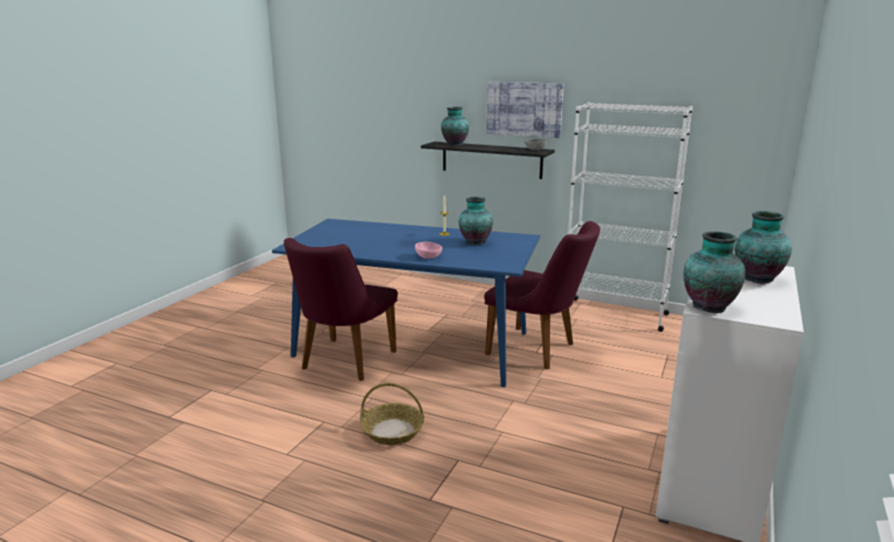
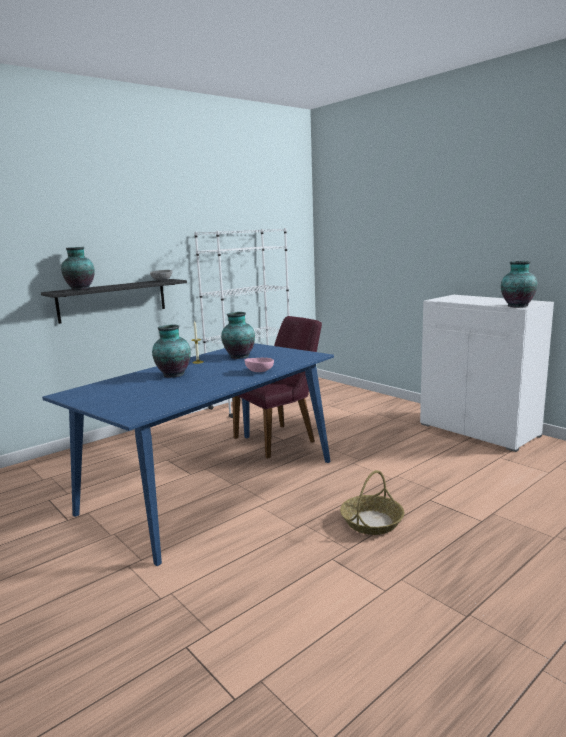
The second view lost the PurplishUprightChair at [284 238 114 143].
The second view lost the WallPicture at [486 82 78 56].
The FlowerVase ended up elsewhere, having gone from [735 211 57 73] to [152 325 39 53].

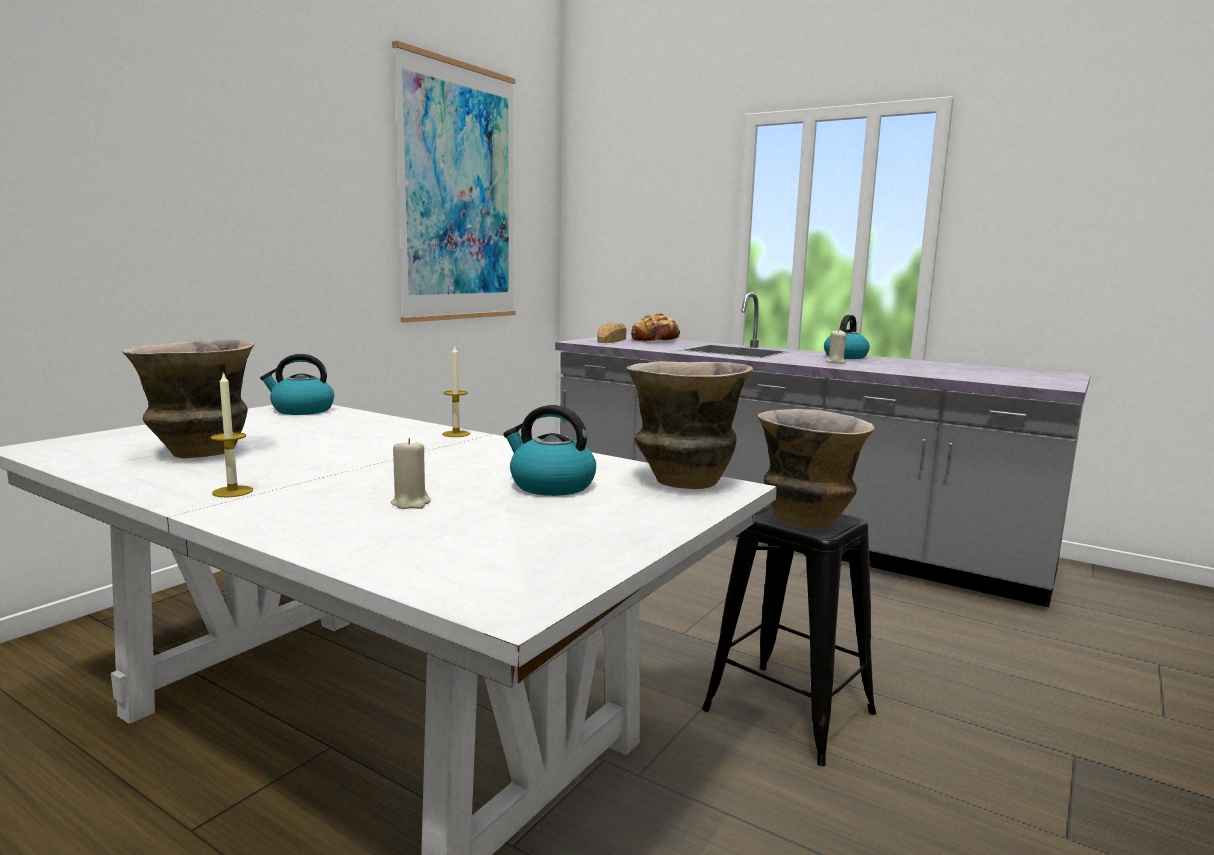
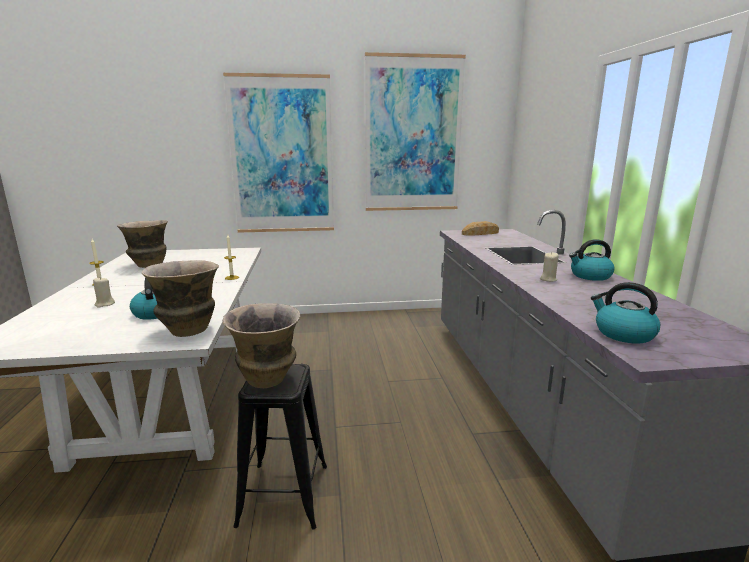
The second view lost the Bread at [631 313 49 29].
The second view gained the WallPicture at [223 73 111 160].
The Kettle ended up elsewhere, having gone from [260 354 74 61] to [591 282 69 62].

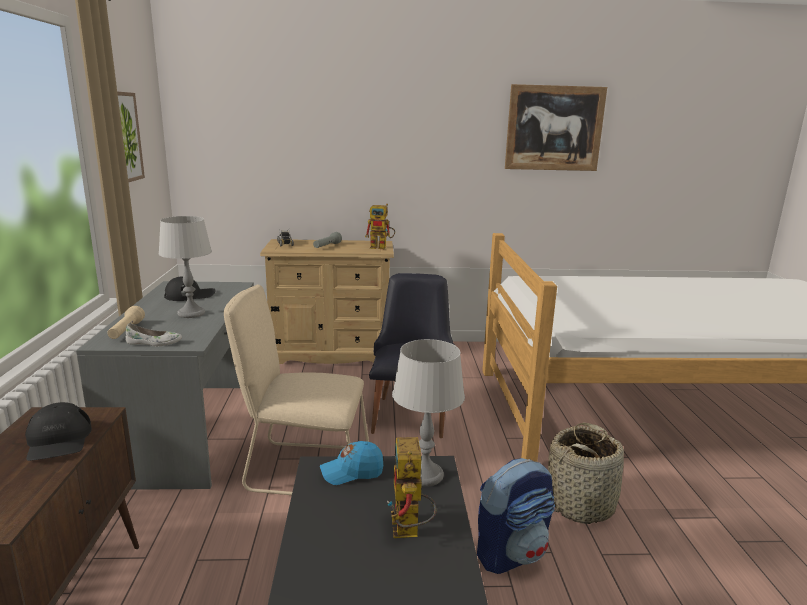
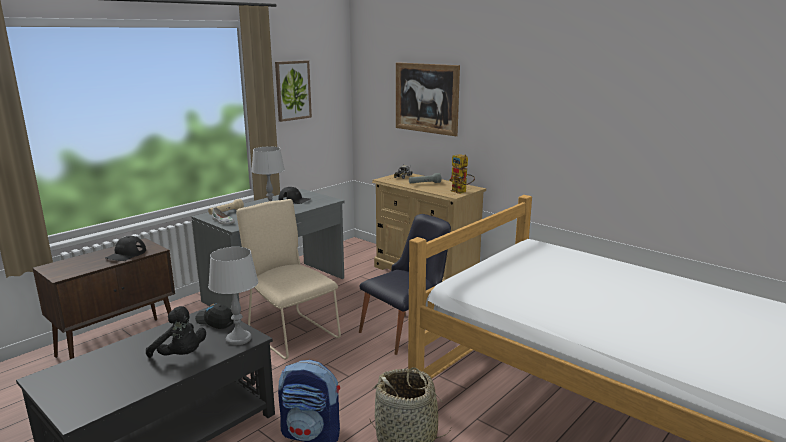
The WallPicture ended up elsewhere, having gone from [505 84 102 87] to [396 62 64 74].
Where the ModelRobot stood at [387 437 50 101], the BlackishCuddlyToy came to stand at [146 306 60 52].
What was the BluishPeakedCap at [320 441 63 44] turned into the BlackishPeakedCap at [195 303 38 26].

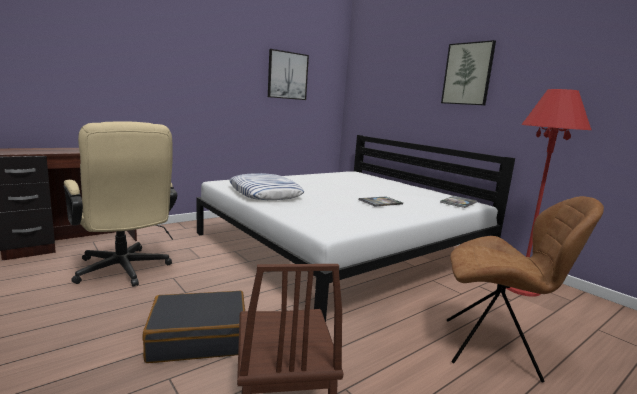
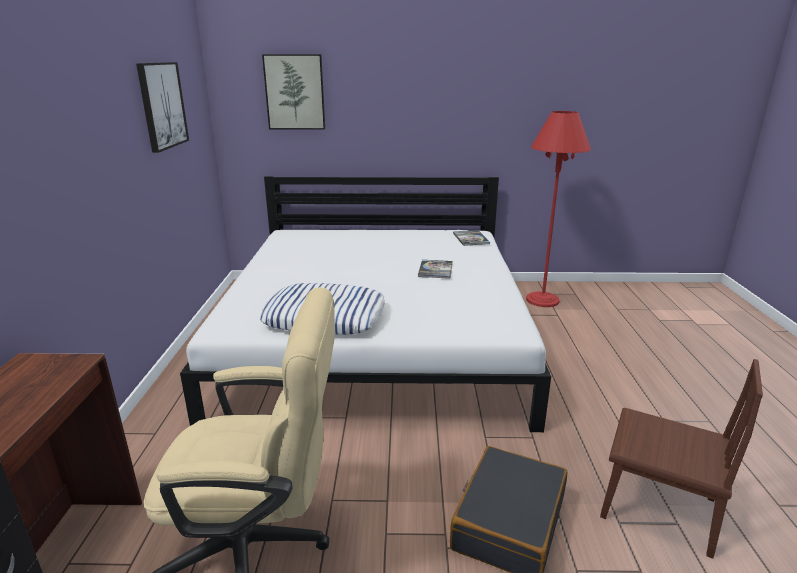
The second view lost the BrownColouredUprightChair at [447 196 157 187].
The WallPicture ended up elsewhere, having gone from [441 40 55 65] to [262 54 63 76].

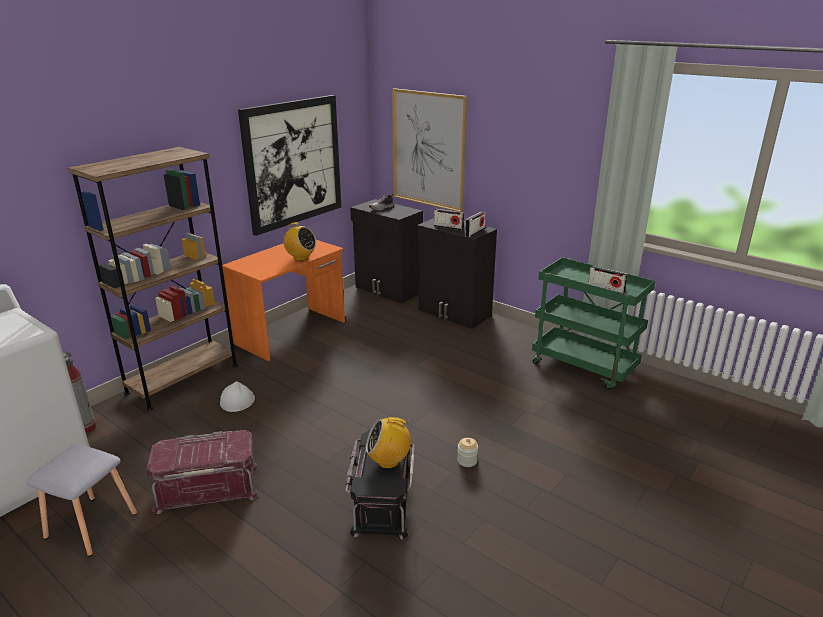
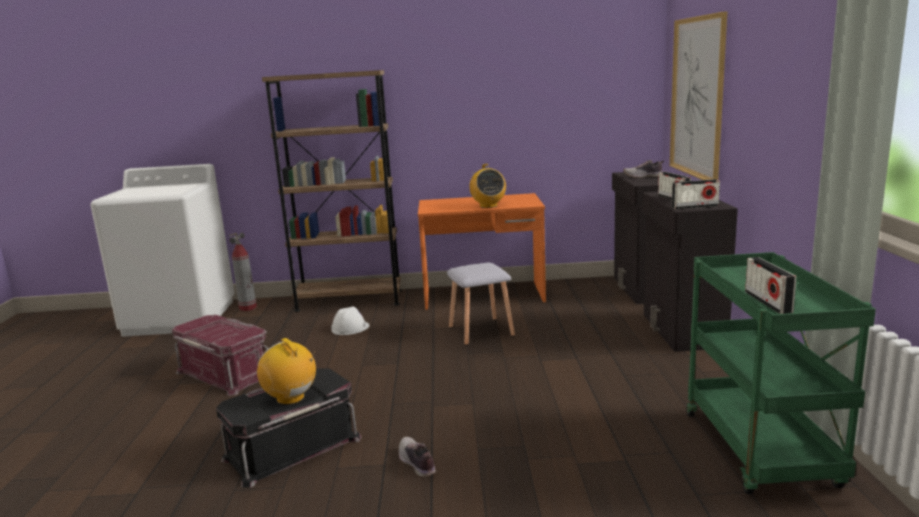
The second view lost the WallPicture at [238 95 103 141].
The GrayStoolSeat ended up elsewhere, having gone from [26 444 111 113] to [447 263 68 82].
Where the Jar stood at [457 438 21 29], the ItemOfFootwear came to stand at [399 437 37 40].

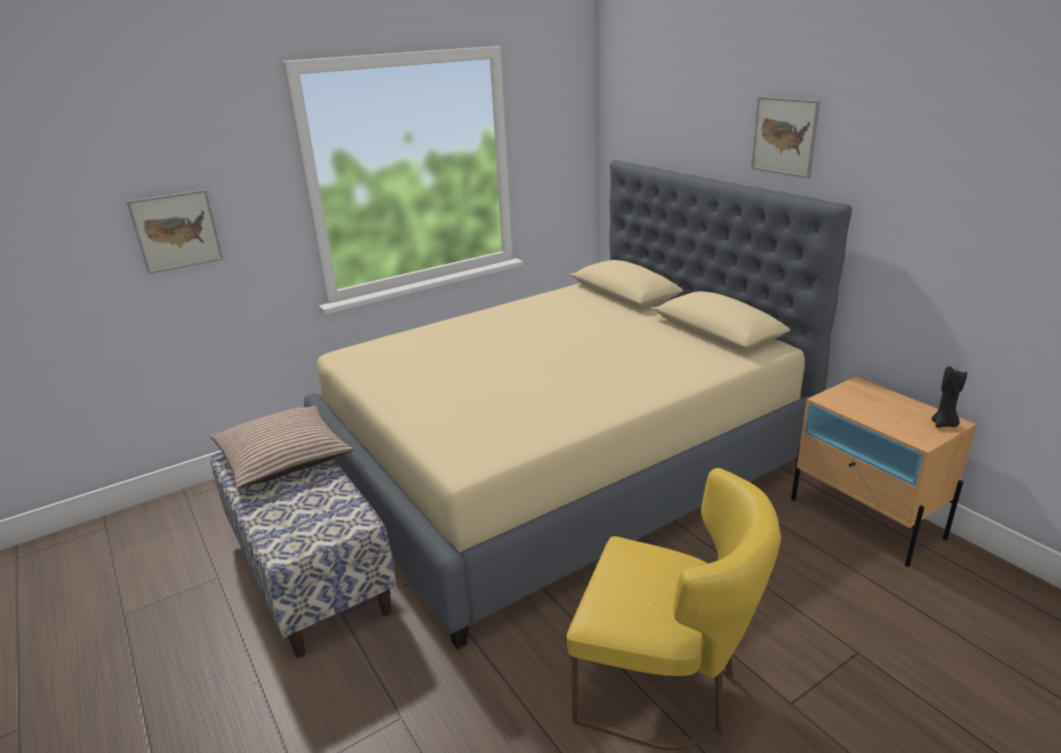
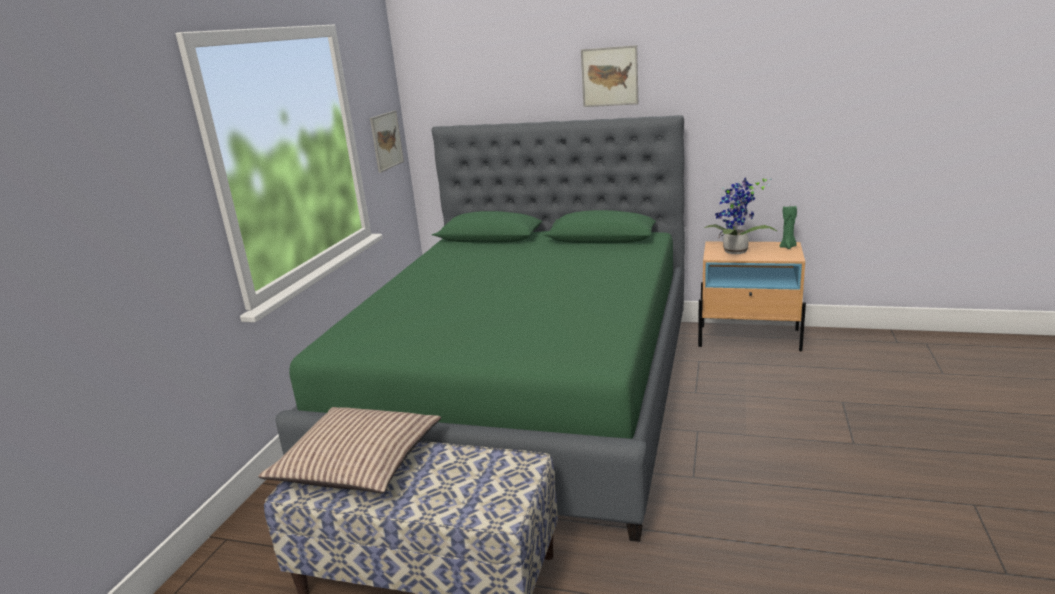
The second view lost the YellowishUprightChair at [567 468 214 282].
The second view gained the Houseplant at [704 177 74 77].
The WallPicture ended up elsewhere, having gone from [127 189 96 85] to [370 110 34 63].
What was the SandColouredSleepingBed at [304 160 548 490] turned into the GreenSleepingBed at [275 115 410 427].
What was the BlackishWaxCandle at [931 366 36 62] turned into the GreenWaxCandle at [779 206 18 43].

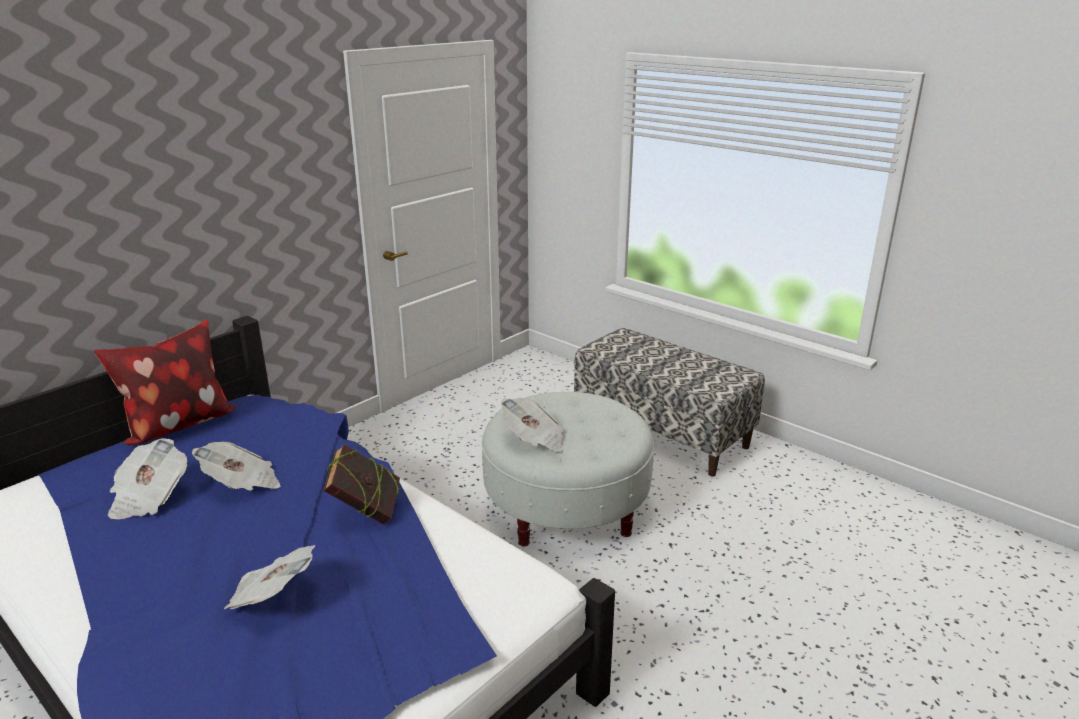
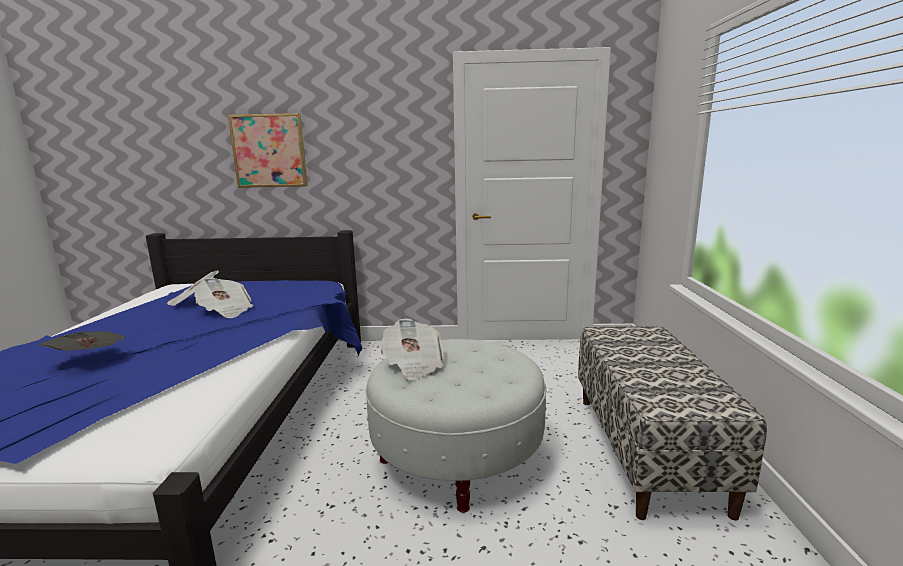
The second view lost the ThrowPillow at [93 320 143 125].
The second view lost the Volume at [323 444 77 80].
The second view gained the WallPicture at [228 113 80 75].

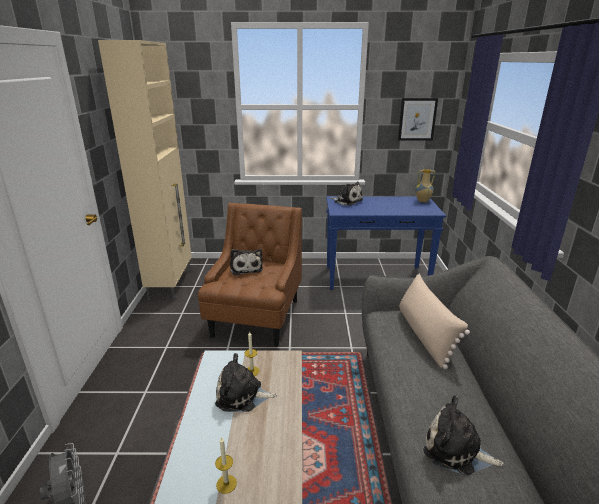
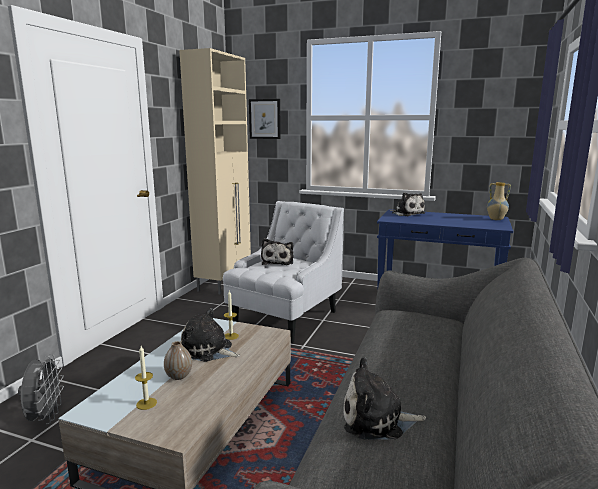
The second view lost the SandColouredThrowPillow at [399 274 71 95].
The second view gained the FlowerVase at [164 341 28 39].
The WallPicture ended up elsewhere, having gone from [398 98 40 42] to [249 99 32 40].
What was the BrownColouredEasyChair at [198 203 104 144] turned into the WhiteEasyChair at [223 201 121 142].
The CuddlyToy at [423 395 81 80] ended up facing another way, 45 degrees counterclockwise from before.

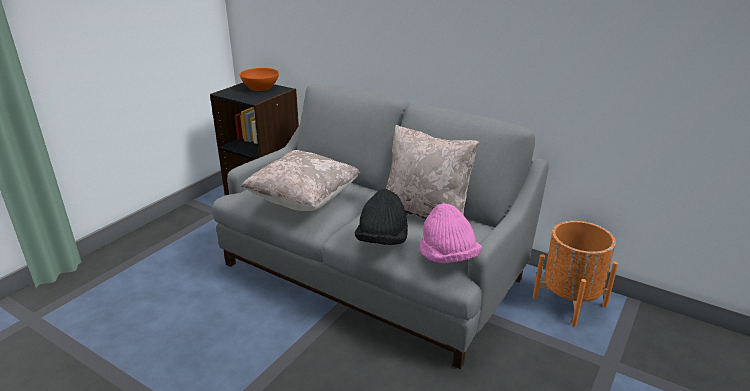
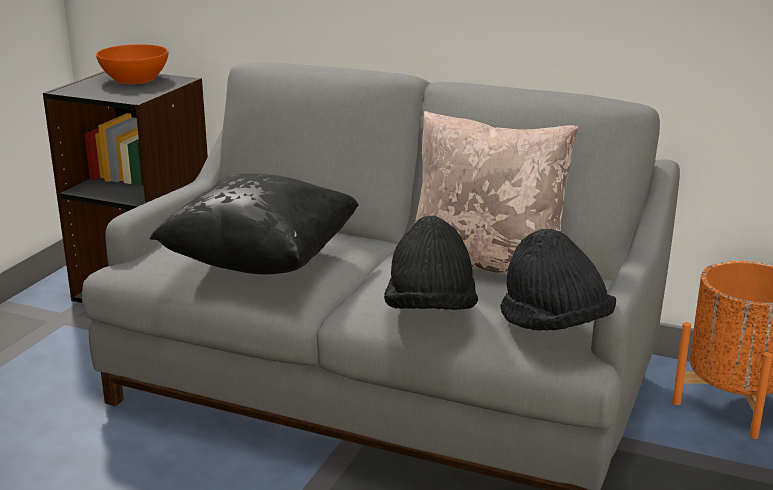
What was the SandColouredThrowPillow at [241 150 119 61] turned into the BlackishThrowPillow at [150 174 209 101].
What was the PinkColouredHat at [420 203 62 60] turned into the BlackishHat at [500 229 116 102].

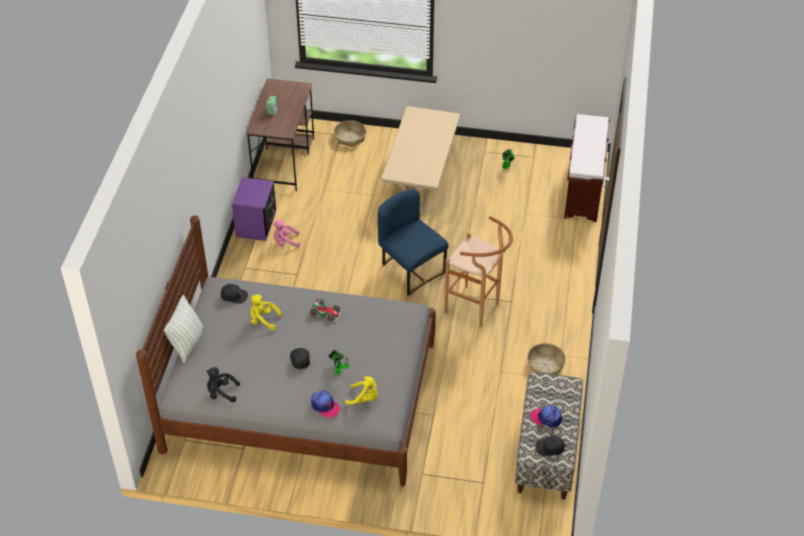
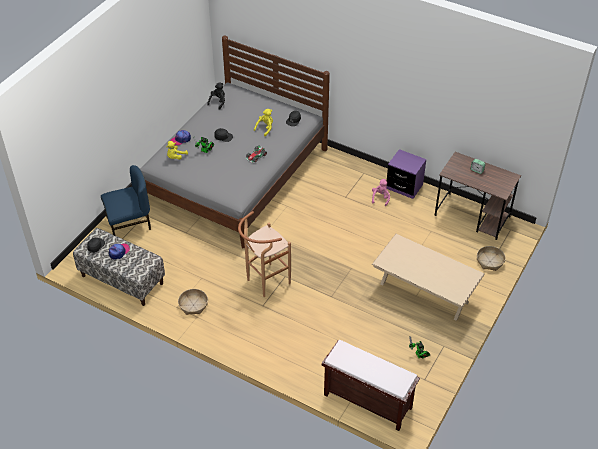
The second view lost the ThrowPillow at [164 295 40 68].
The BluishUprightChair ended up elsewhere, having gone from [378 189 71 107] to [101 165 50 70].

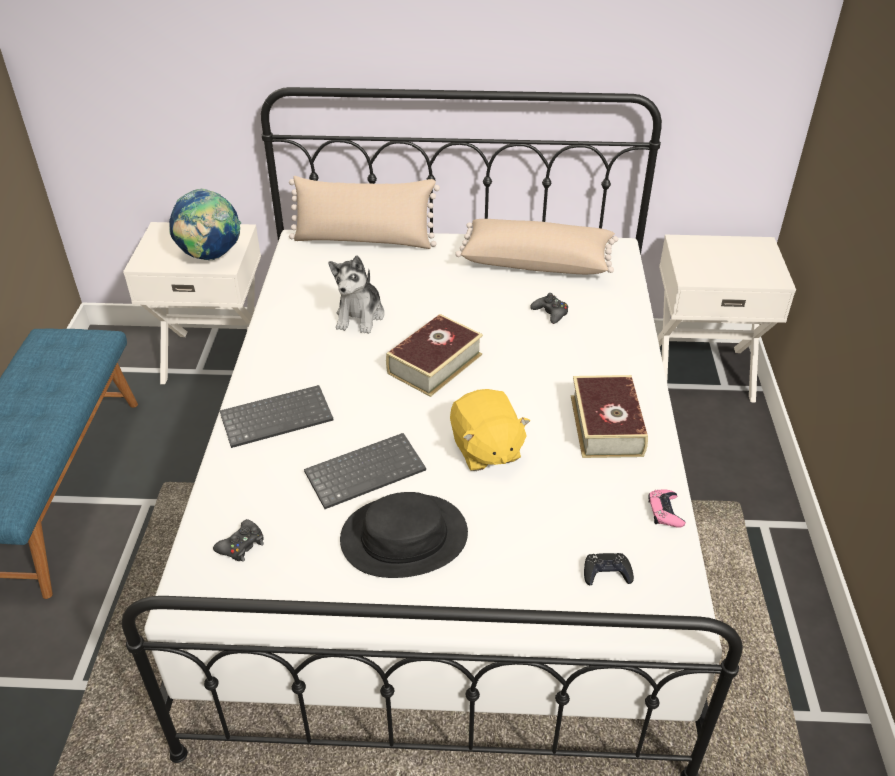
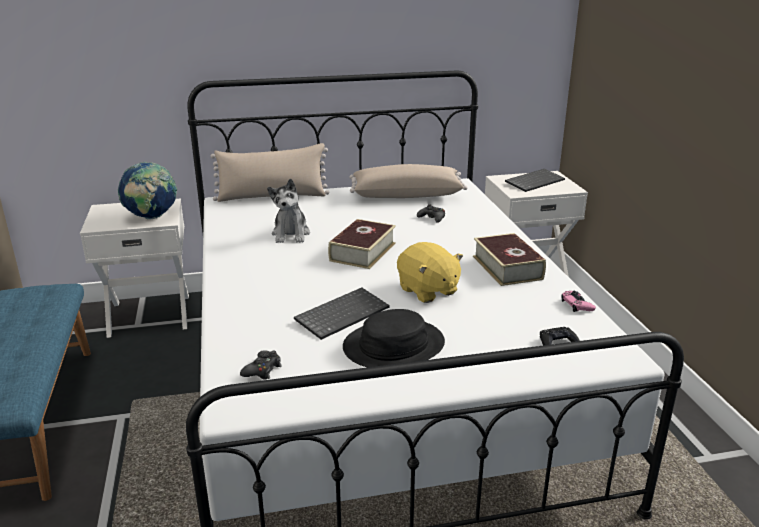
The Keyboard ended up elsewhere, having gone from [220 385 113 63] to [505 169 60 23].

